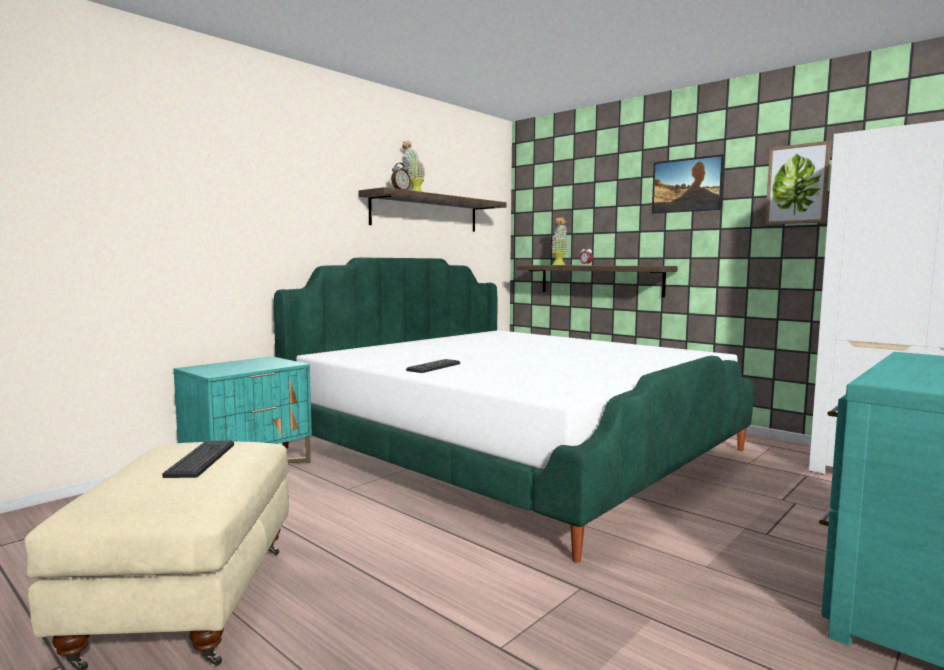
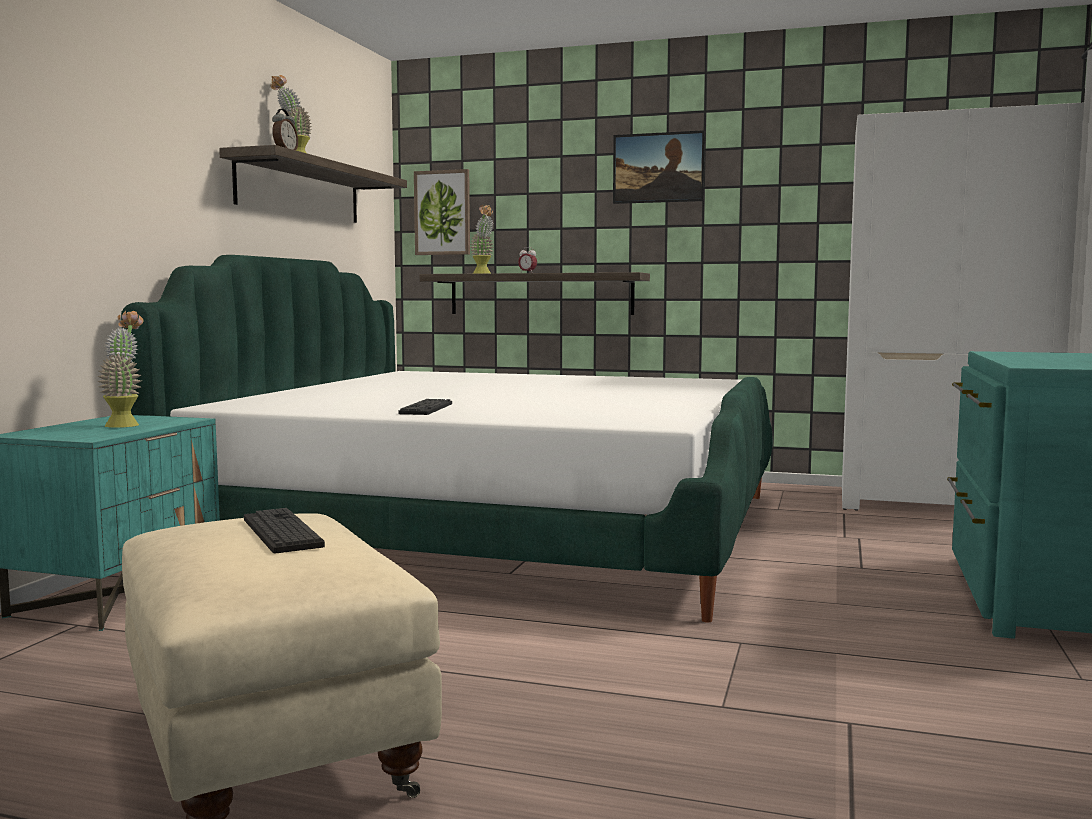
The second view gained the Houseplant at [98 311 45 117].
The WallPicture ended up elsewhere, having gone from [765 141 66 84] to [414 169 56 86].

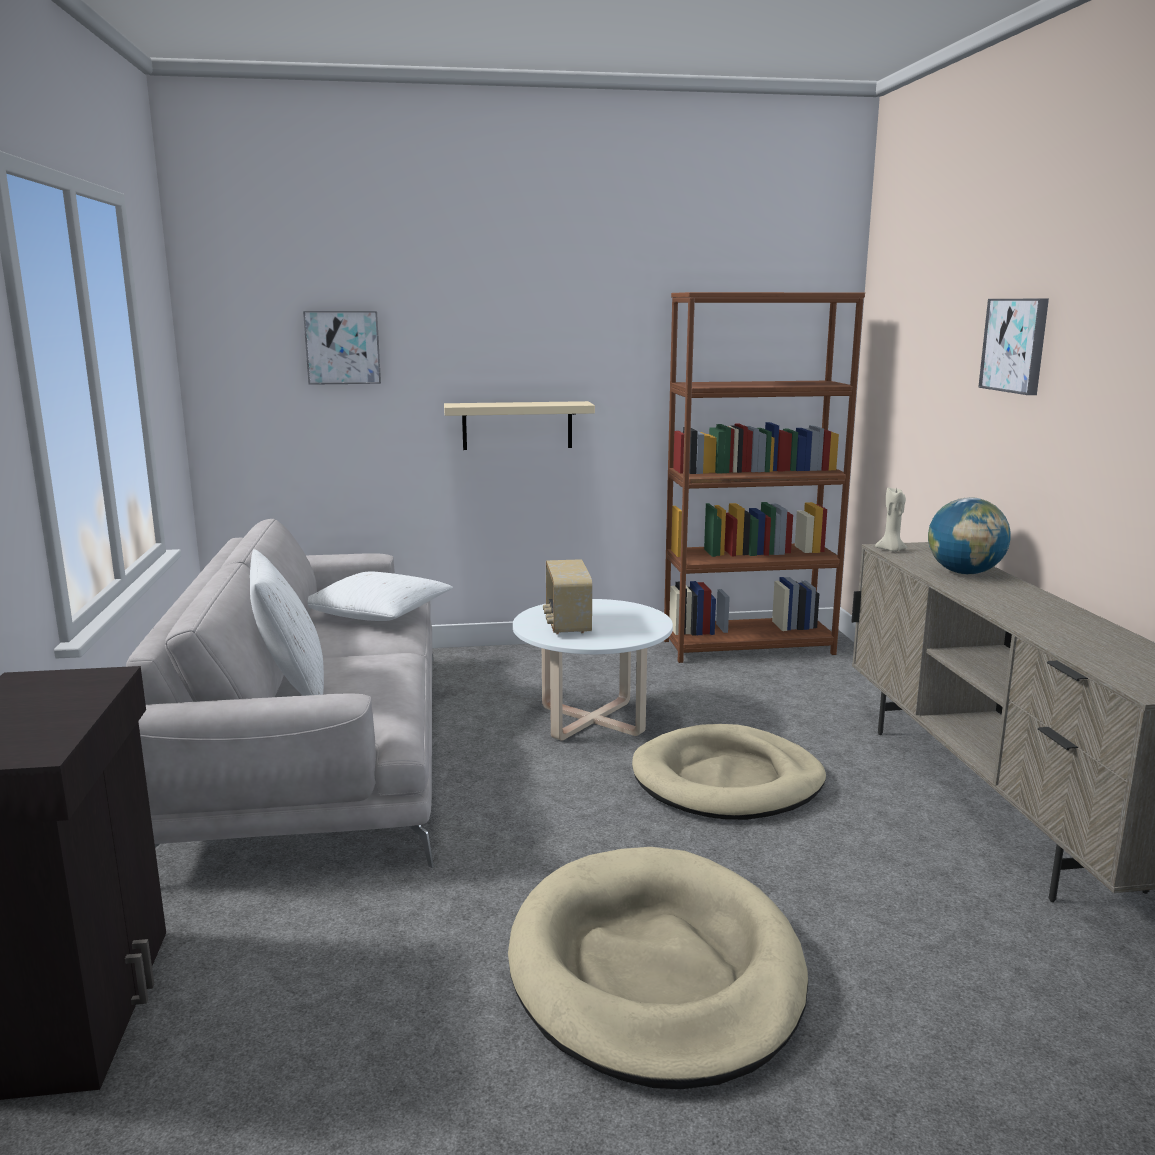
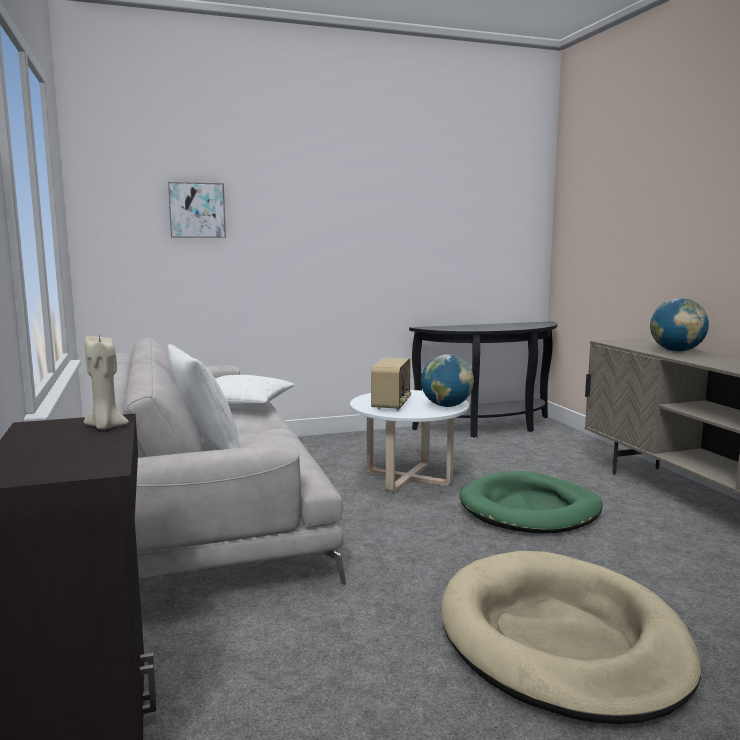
The second view lost the SandColouredShelf at [444 401 151 49].
The second view lost the WallPicture at [978 298 71 97].
The second view gained the DeskGlobe at [421 354 53 53].
The SandColouredWaxCandle ended up elsewhere, having gone from [875 488 32 64] to [84 334 45 95].
Where the BrownColouredBookcase stood at [664 292 201 371], the BlackishNarrowTable came to stand at [409 321 148 117].
What was the SandColouredDogBed at [632 724 194 96] turned into the GreenDogBed at [460 471 143 63].
The Radio at [543 559 49 76] ended up facing another way, 150 degrees counterclockwise from before.

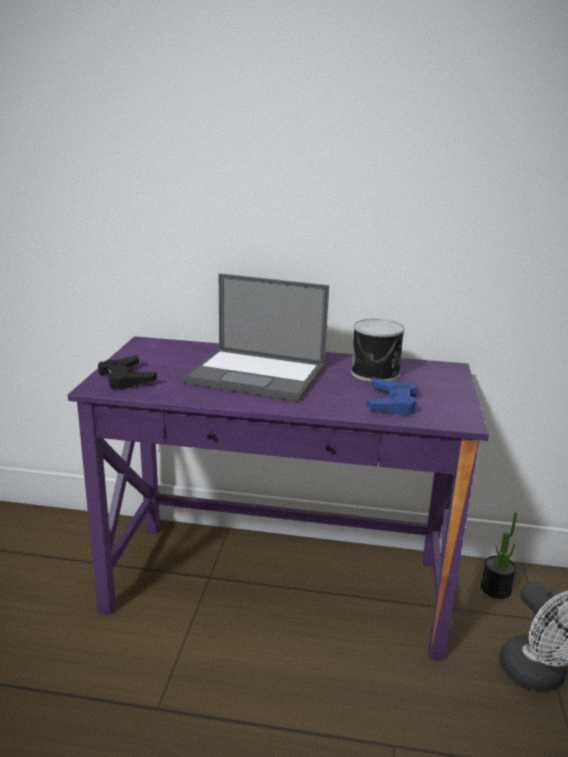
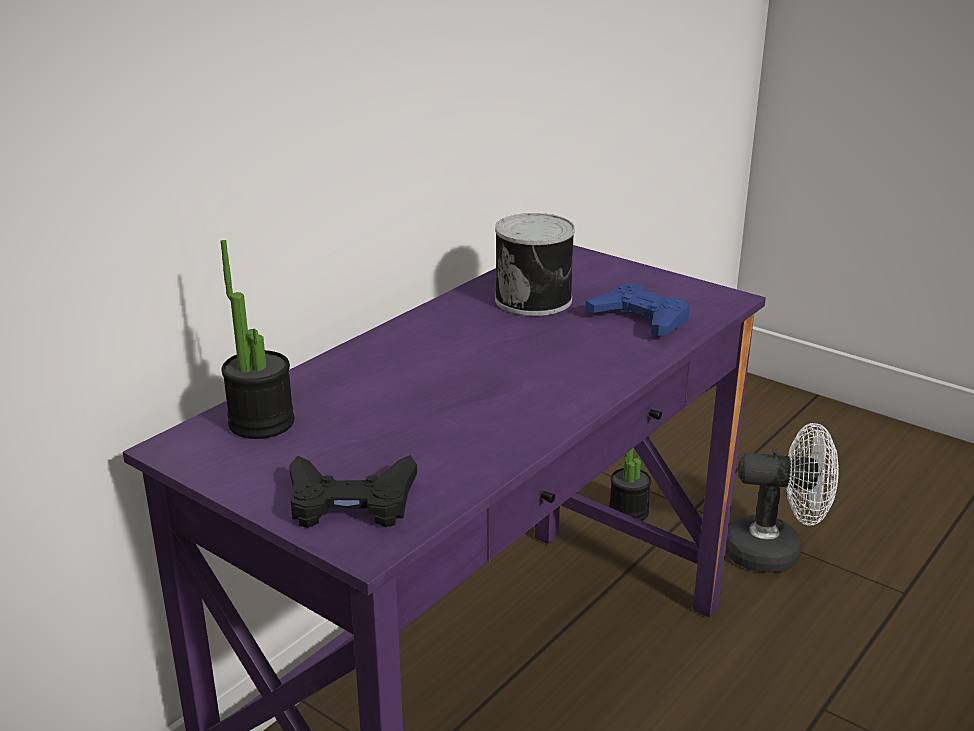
The second view lost the PortableComputer at [182 273 147 129].
The second view gained the Houseplant at [221 240 74 199].

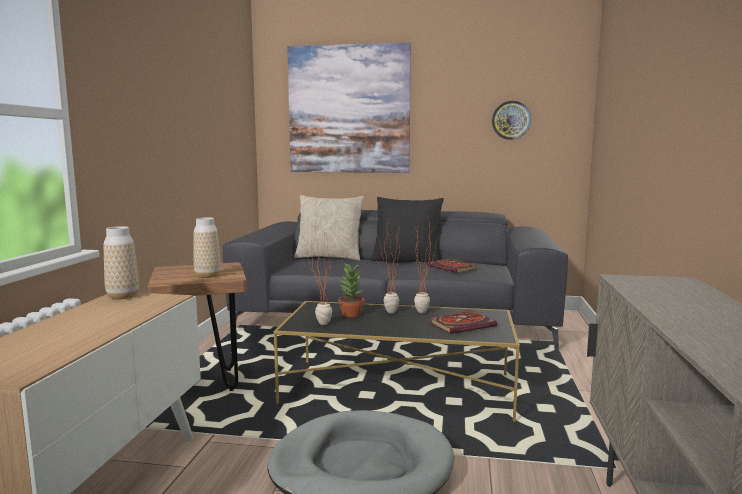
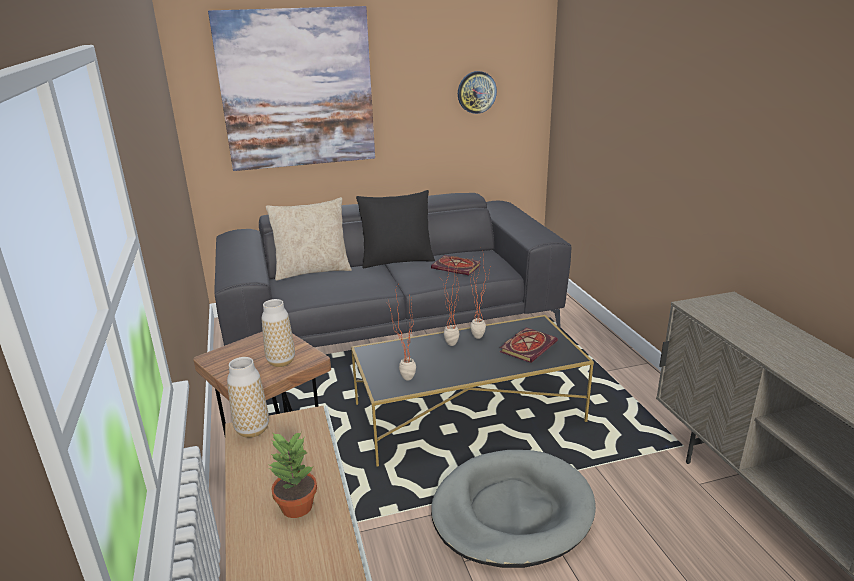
The Houseplant ended up elsewhere, having gone from [338 263 27 54] to [269 432 48 86].

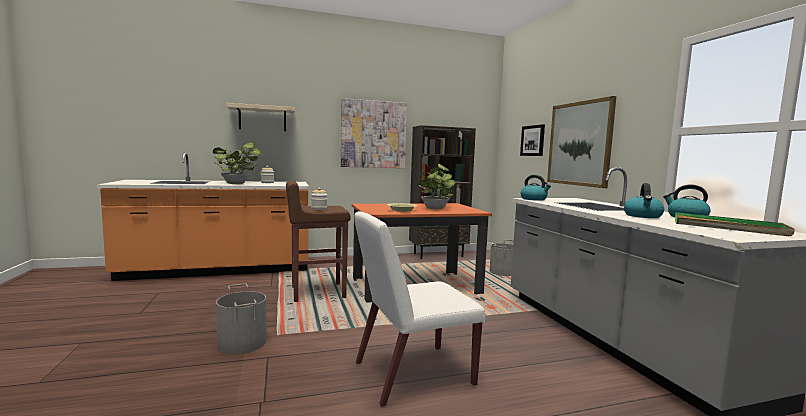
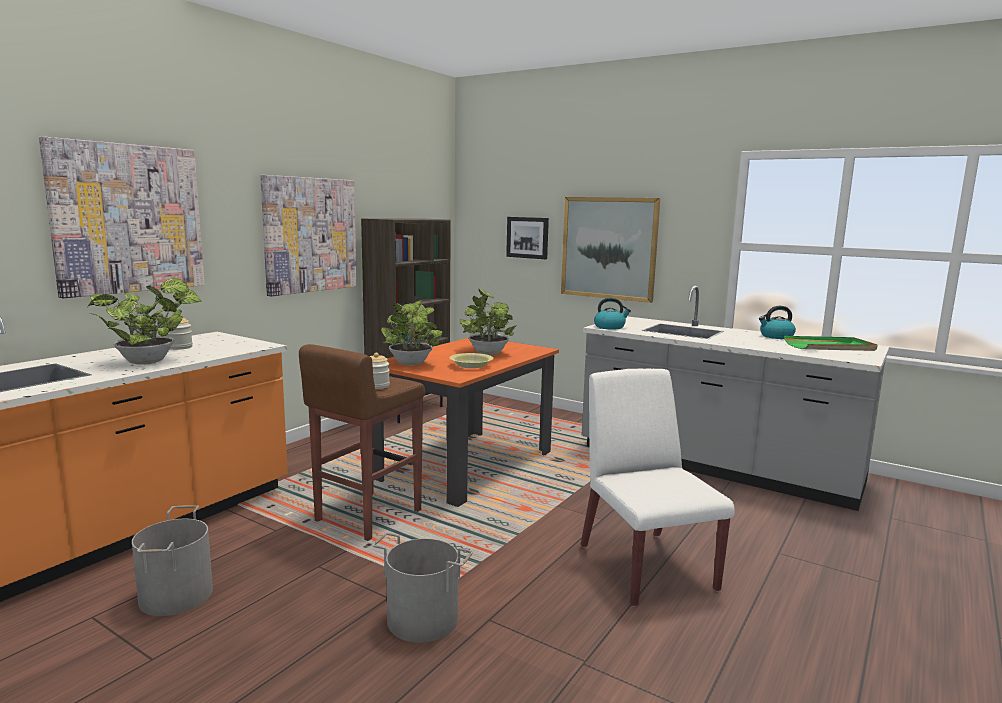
The second view lost the Kettle at [624 183 40 35].
The second view gained the Houseplant at [381 300 62 66].
The GrayWaterBucket ended up elsewhere, having gone from [490 239 24 37] to [132 505 81 111].
Where the SandColouredShelf hung at [226 103 69 28], the WallPicture came to hang at [39 136 165 162].
The WhiteUprightChair at [354 211 131 196] ended up facing another way, 135 degrees clockwise from before.

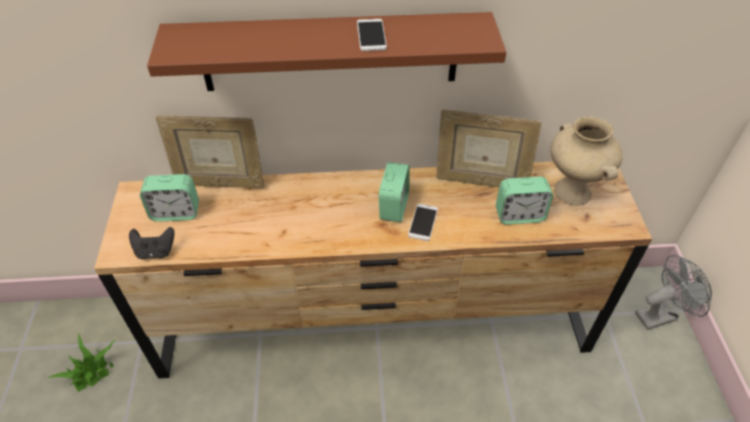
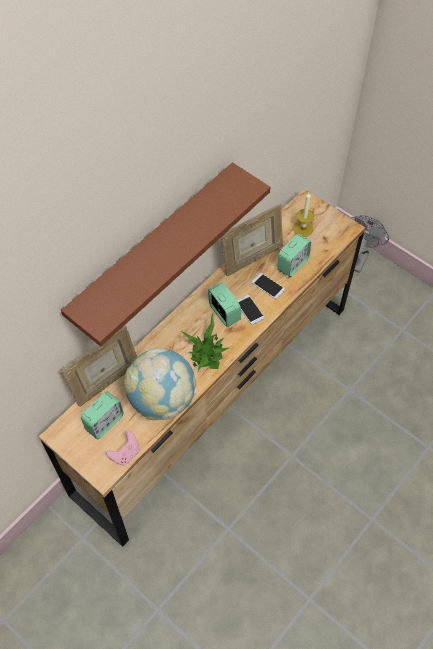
The second view gained the DeskGlobe at [123 347 73 73].
The Houseplant ended up elsewhere, having gone from [48 333 69 59] to [181 314 48 57].
The Phone ended up elsewhere, having gone from [357 19 30 32] to [252 273 33 26].
Where the SandColouredFlowerVase stood at [550 116 73 90], the WaxCandle came to stand at [293 193 21 44].
What was the BlackishGameController at [129 227 45 32] turned into the PinkColouredGameController at [106 431 34 34].

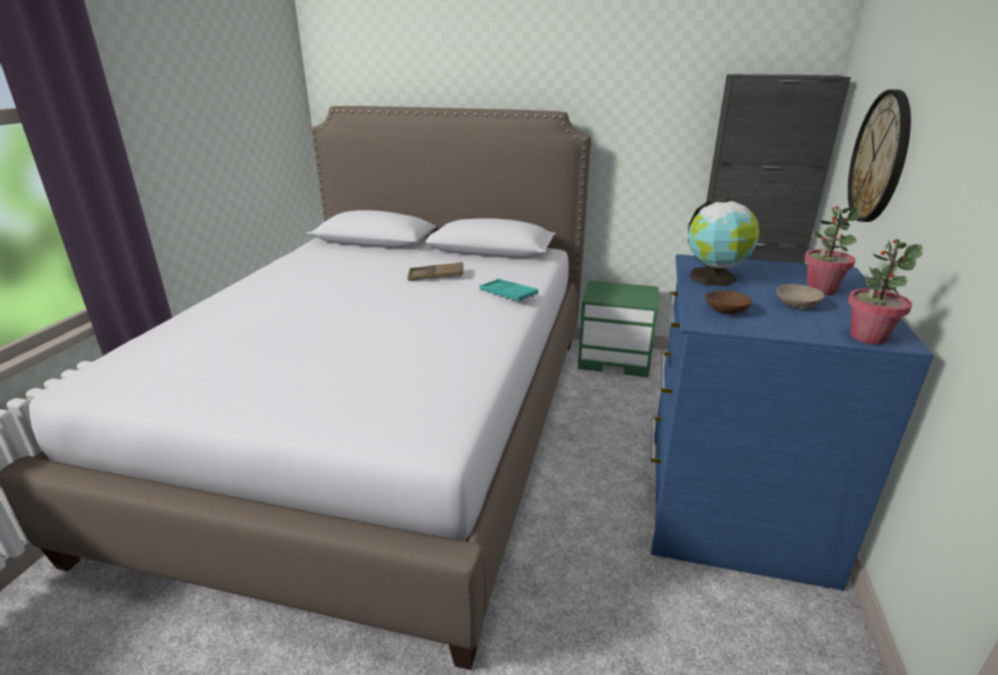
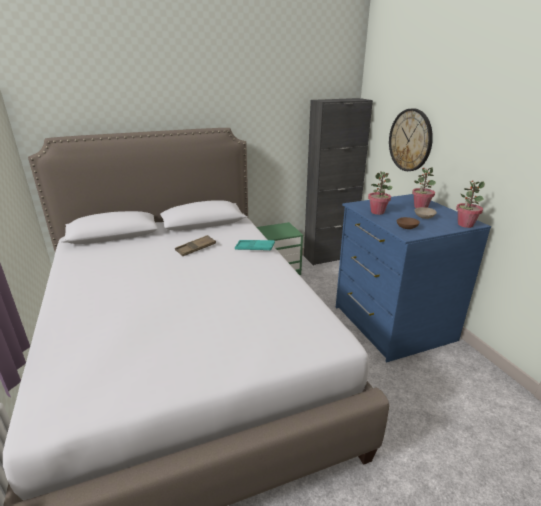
Where the DeskGlobe stood at [688 198 72 88], the Houseplant came to stand at [368 171 25 44].

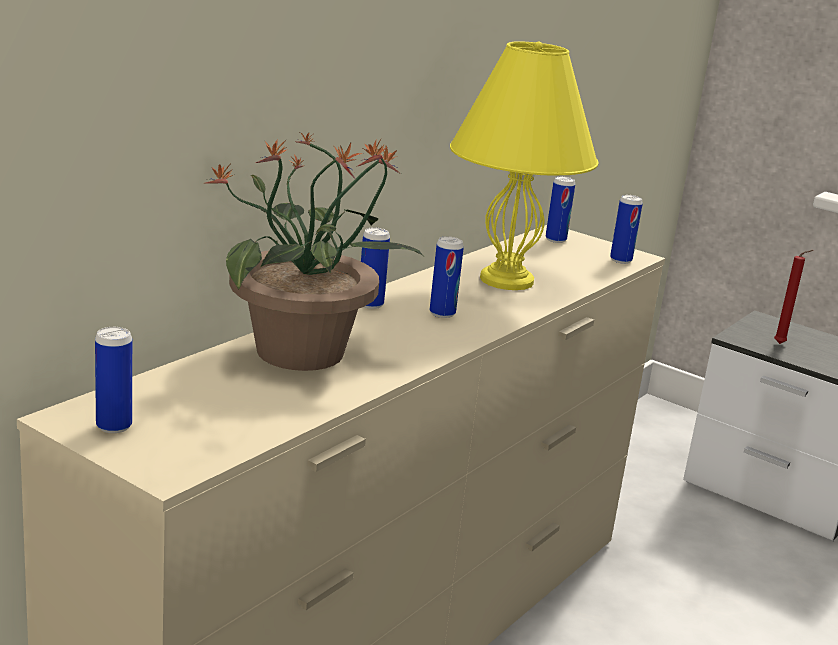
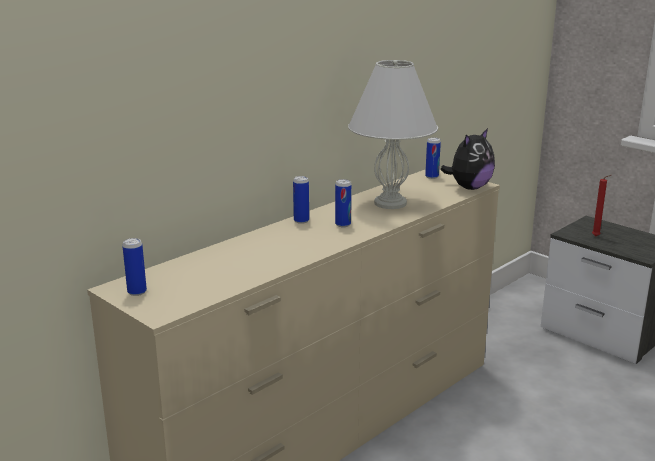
The second view lost the Houseplant at [205 133 218 238].
Where the Can stood at [610 195 33 69], the CuddlyToy came to stand at [440 128 55 62].
What was the YellowishTabletopLamp at [450 41 149 249] turned into the WhiteTabletopLamp at [348 60 90 149].

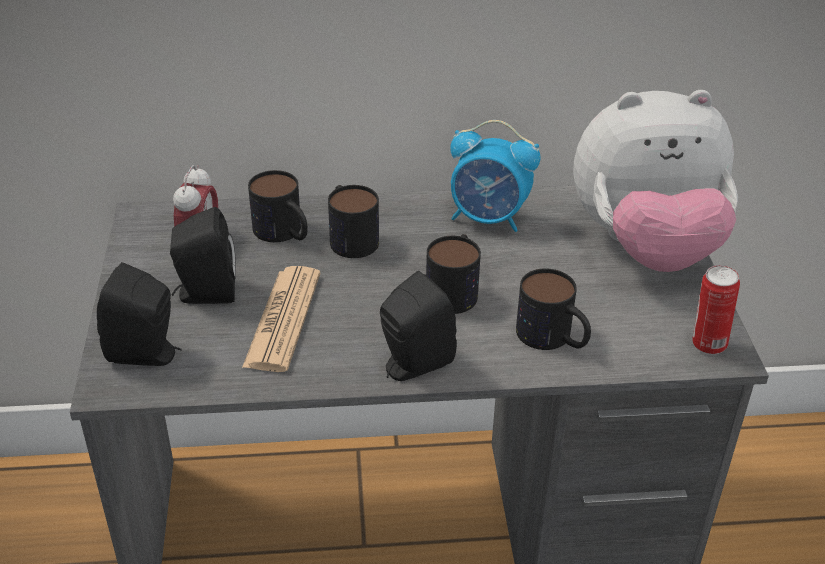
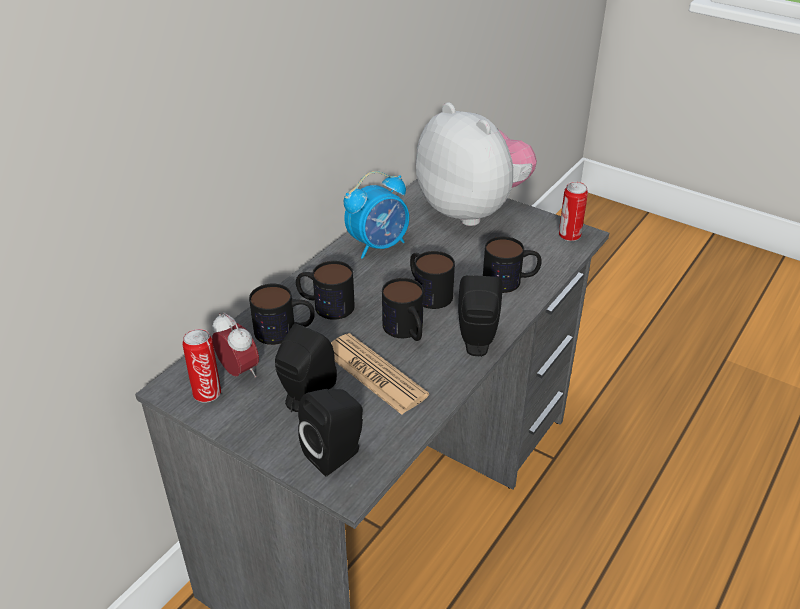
The second view gained the Can at [182 329 39 74].
The second view gained the Mug at [382 278 42 63].
The CuddlyToy at [573 90 165 182] ended up facing another way, 75 degrees counterclockwise from before.

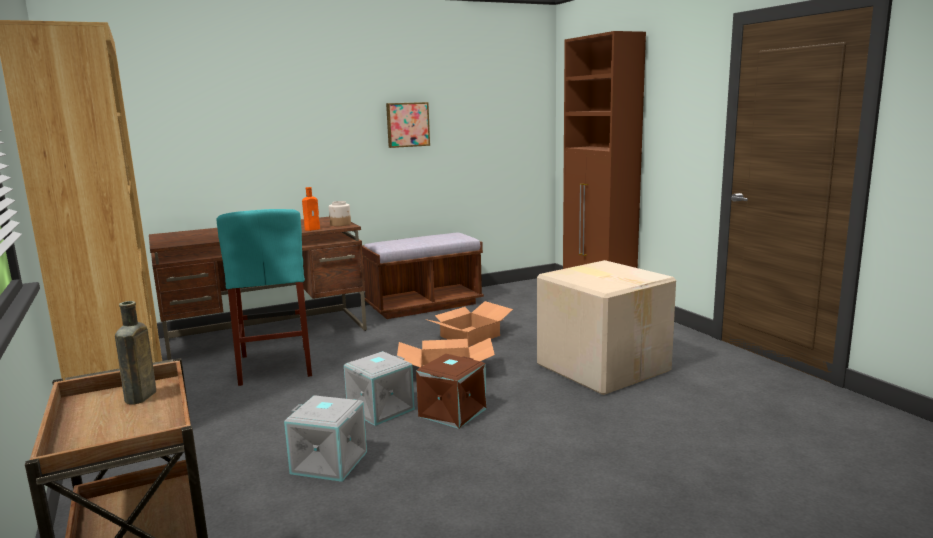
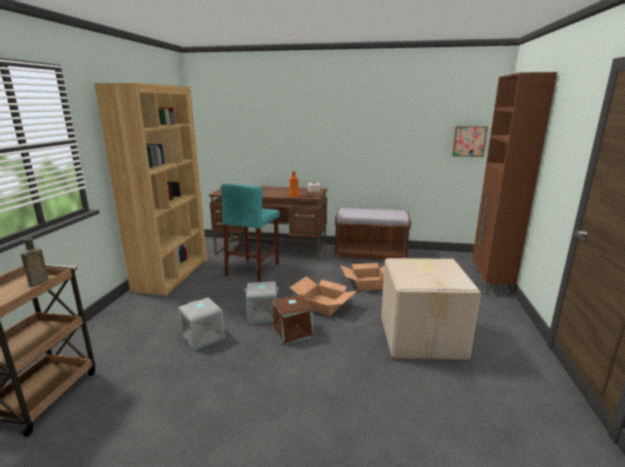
The WallPicture ended up elsewhere, having gone from [386 102 44 46] to [452 126 36 31].

